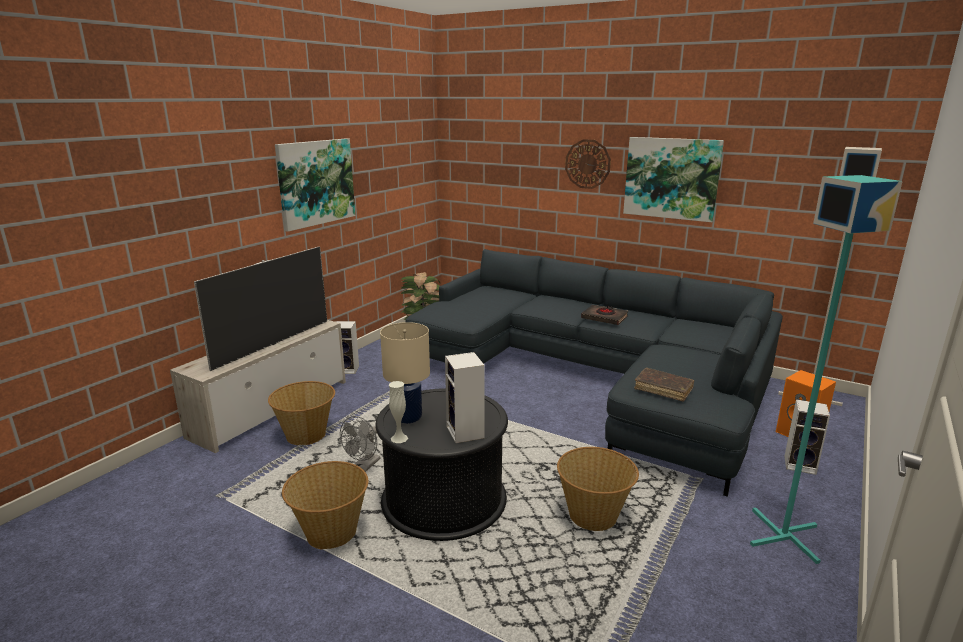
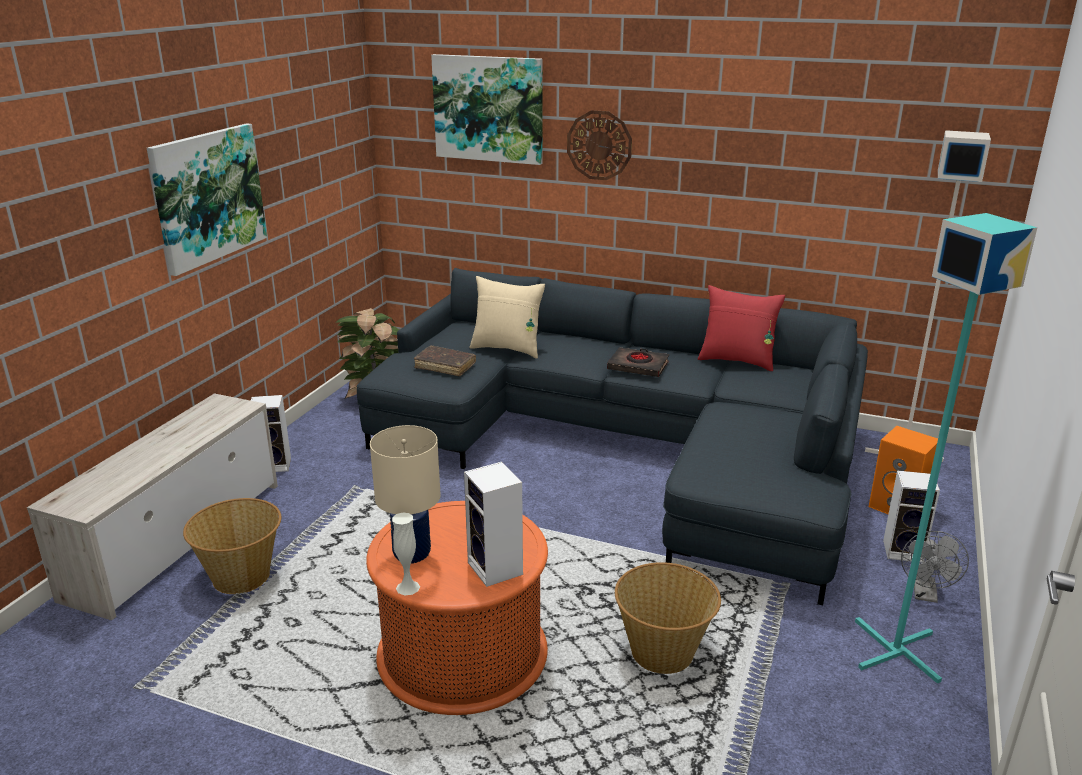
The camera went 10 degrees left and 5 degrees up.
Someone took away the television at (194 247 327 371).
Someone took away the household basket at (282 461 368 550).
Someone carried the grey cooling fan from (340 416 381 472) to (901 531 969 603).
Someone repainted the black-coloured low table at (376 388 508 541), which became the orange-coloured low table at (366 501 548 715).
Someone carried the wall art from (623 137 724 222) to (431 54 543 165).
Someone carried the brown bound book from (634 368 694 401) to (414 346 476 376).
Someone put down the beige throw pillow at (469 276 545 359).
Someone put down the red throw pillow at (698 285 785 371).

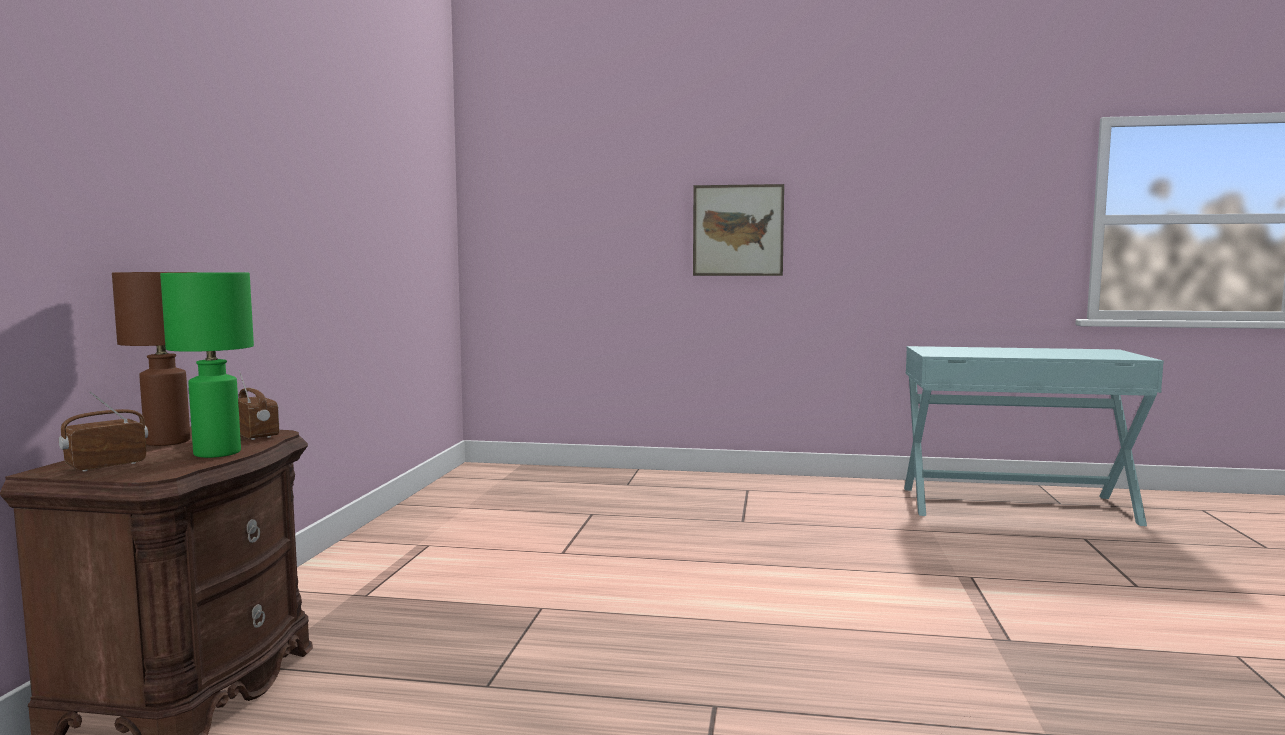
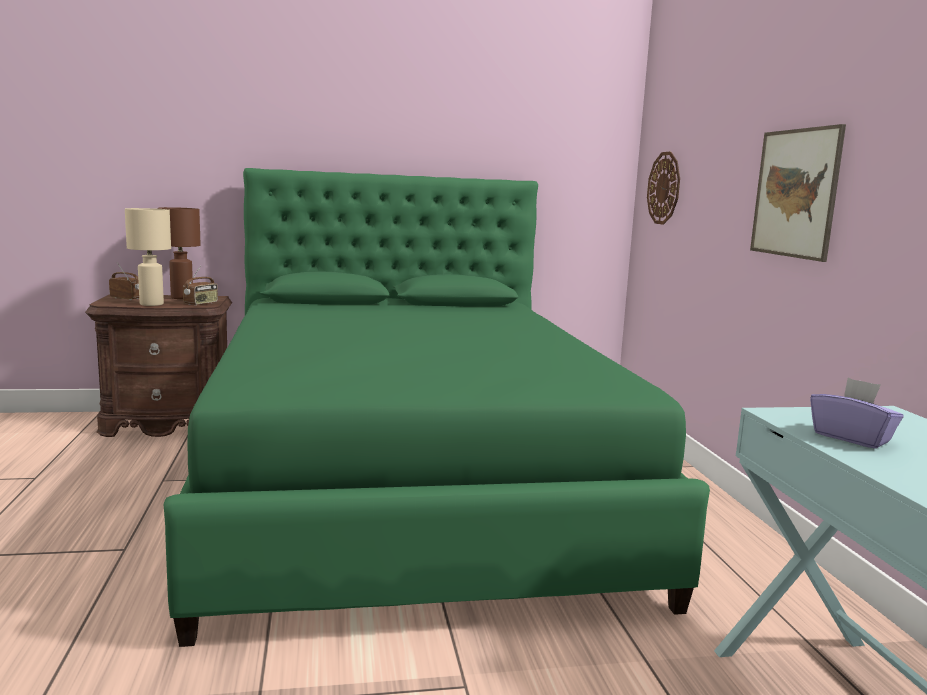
The camera went 70 degrees right and 5 degrees up.
Someone repainted the green table lamp at (160 272 254 458), which became the beige table lamp at (125 208 171 306).
Someone put down the green bedroom bed at (164 168 710 647).
Someone put up the hanging clock at (647 152 680 225).
Someone put down the purple box of tissues at (810 378 904 449).

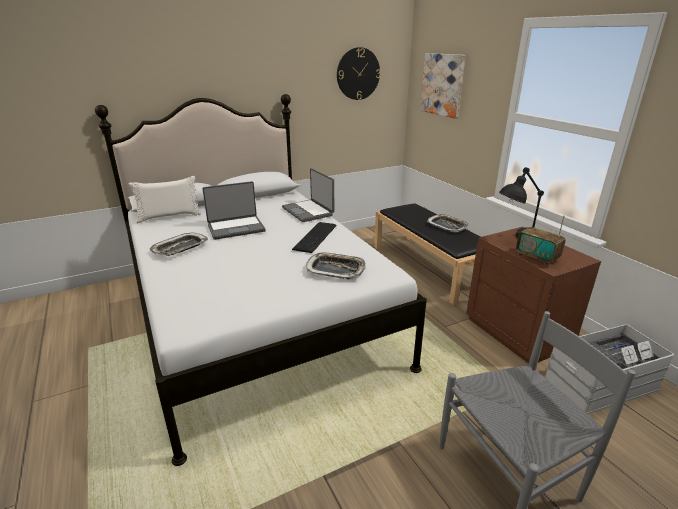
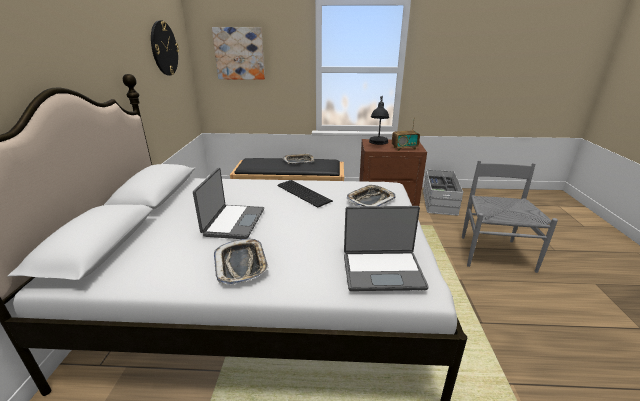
The camera went 60 degrees left and 0 degrees up.
Someone took away the white-coloured throw pillow at (129 176 201 224).
Someone carried the laptop from (282 168 334 222) to (344 206 429 291).

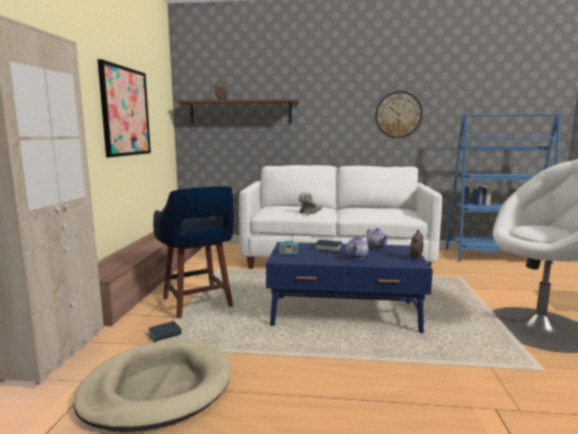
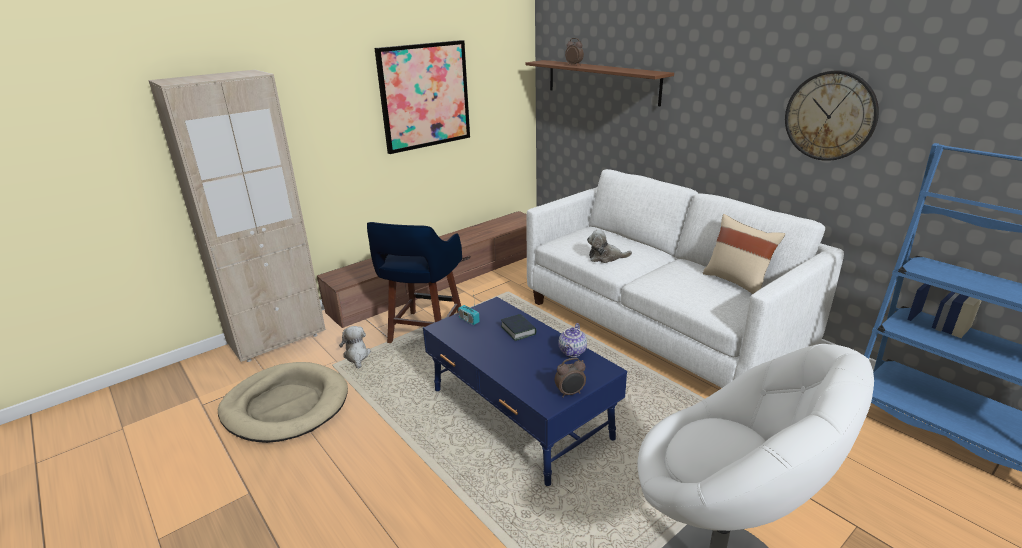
The camera went 45 degrees right and 15 degrees up.
Someone swapped the bound book at (148 321 182 343) for the cuddly toy at (339 326 371 369).
Someone took away the teapot at (346 236 368 259).
Someone put down the beige throw pillow at (703 214 785 294).

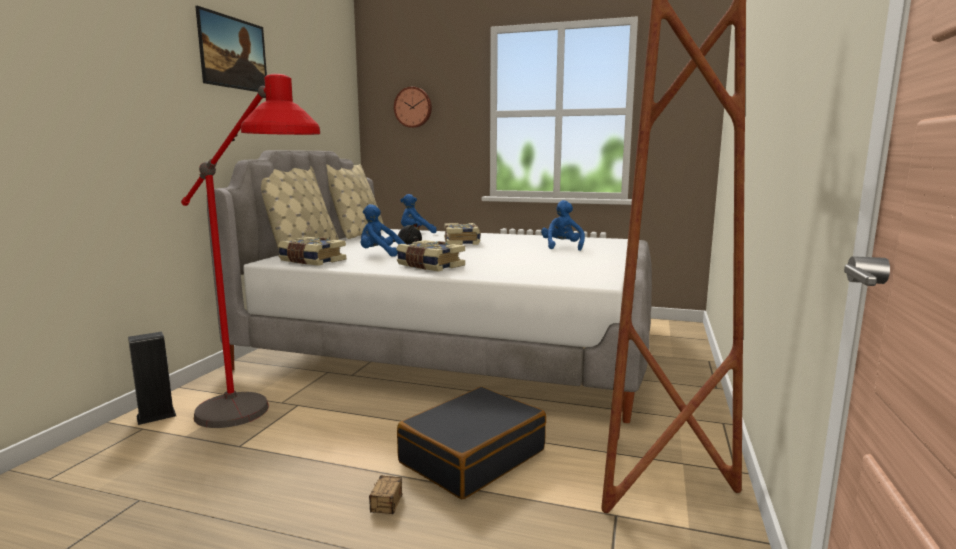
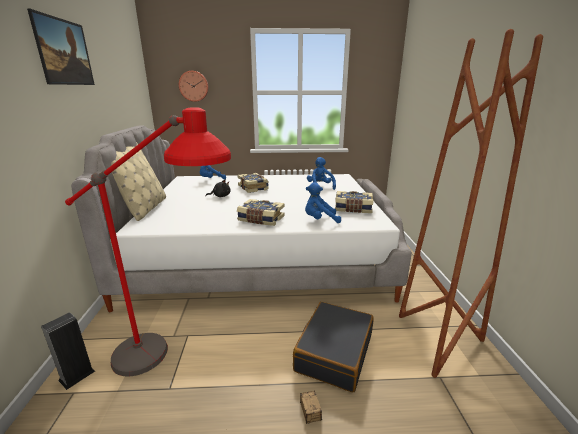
The camera went 20 degrees left and 10 degrees up.
Someone carried the bound book from (278 237 346 266) to (335 191 374 213).
Someone took away the beige throw pillow at (326 164 384 239).
Someone carried the bluish cuddly toy from (361 204 405 257) to (305 182 341 223).

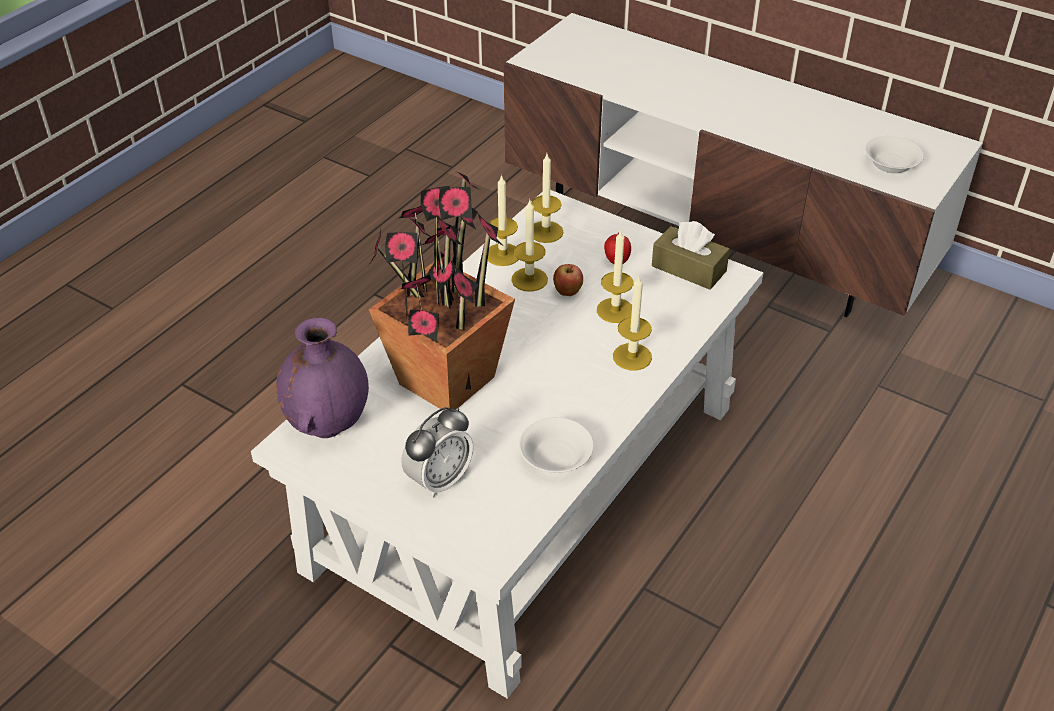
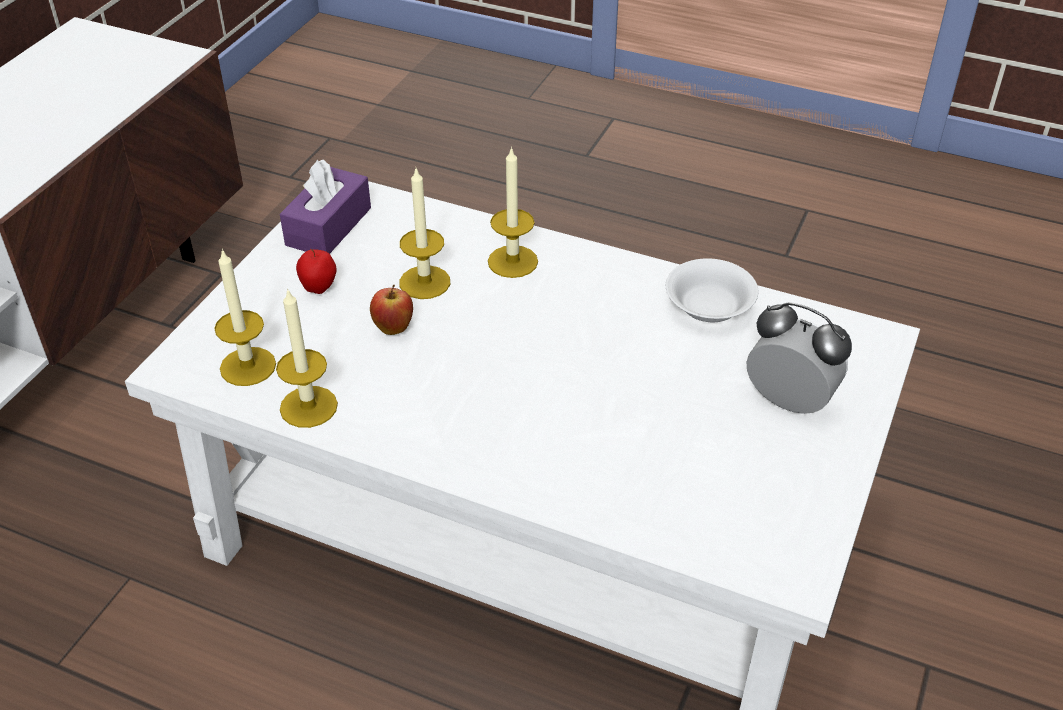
The camera went 100 degrees left and 0 degrees up.
Someone took away the purple decorative vase at (276 318 369 438).
Someone took away the potted plant at (369 165 515 411).
Someone took away the wax candle at (511 200 548 292).
Someone repainted the brown box of tissues at (652 221 730 290), which became the purple box of tissues at (280 160 371 254).
Someone took away the white-coloured deep dish at (865 136 924 173).

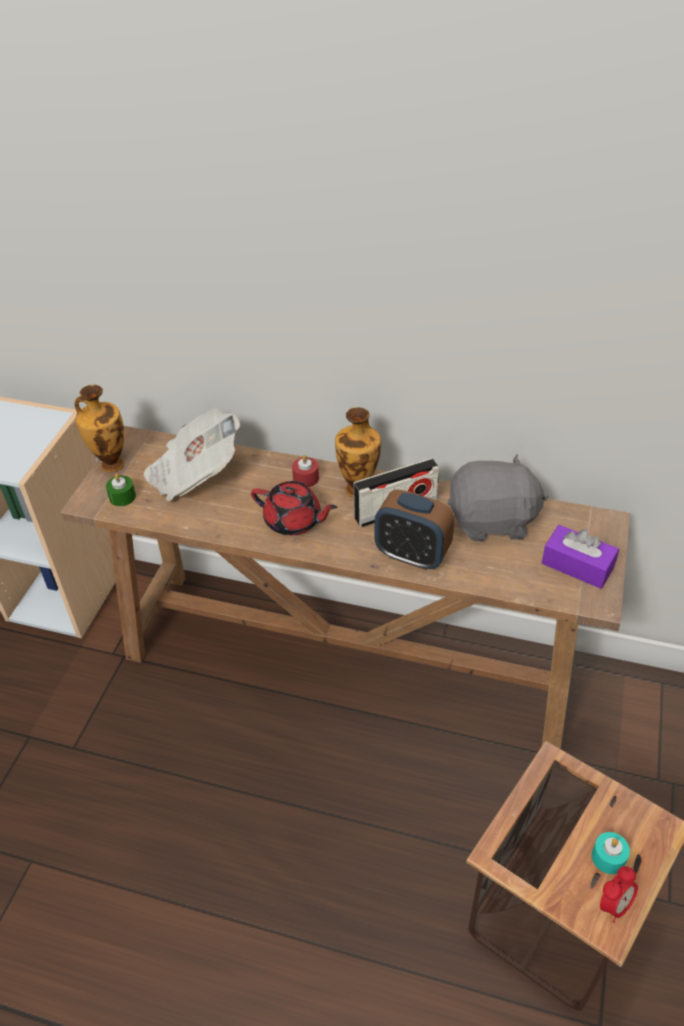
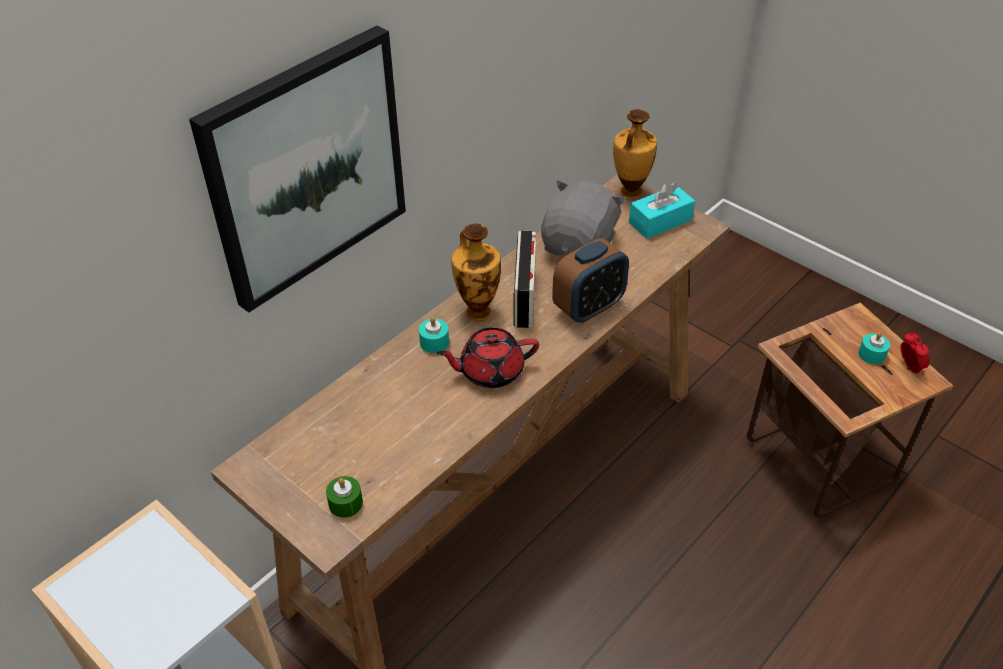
The camera went 65 degrees left and 0 degrees up.
Someone carried the decorative vase from (75 385 124 472) to (613 109 657 199).
Someone took away the newspaper at (144 408 240 501).
Someone rotated the red teapot at (251 481 337 535) by 150 degrees counterclockwise.
Someone repainted the red wax candle at (292 455 319 487), which became the turquoise wax candle at (419 317 449 353).
Someone repainted the purple box of tissues at (542 525 619 589), which became the turquoise box of tissues at (629 182 695 239).
Someone put up the wall art at (189 25 406 313).

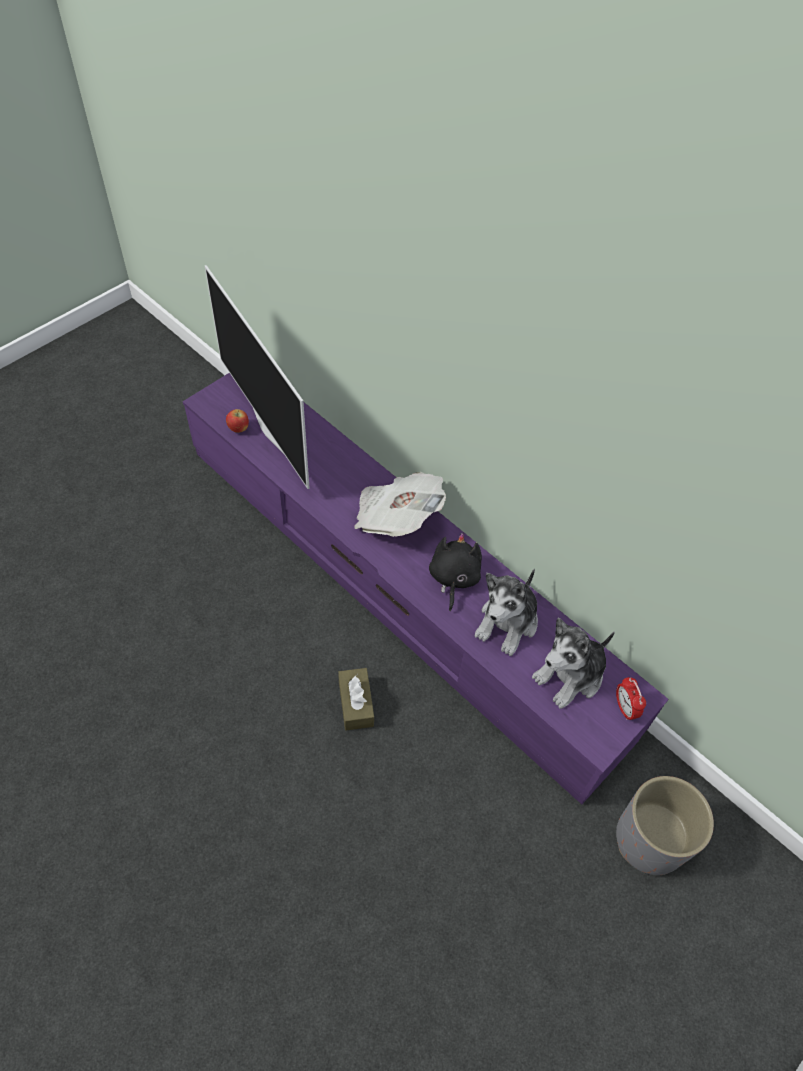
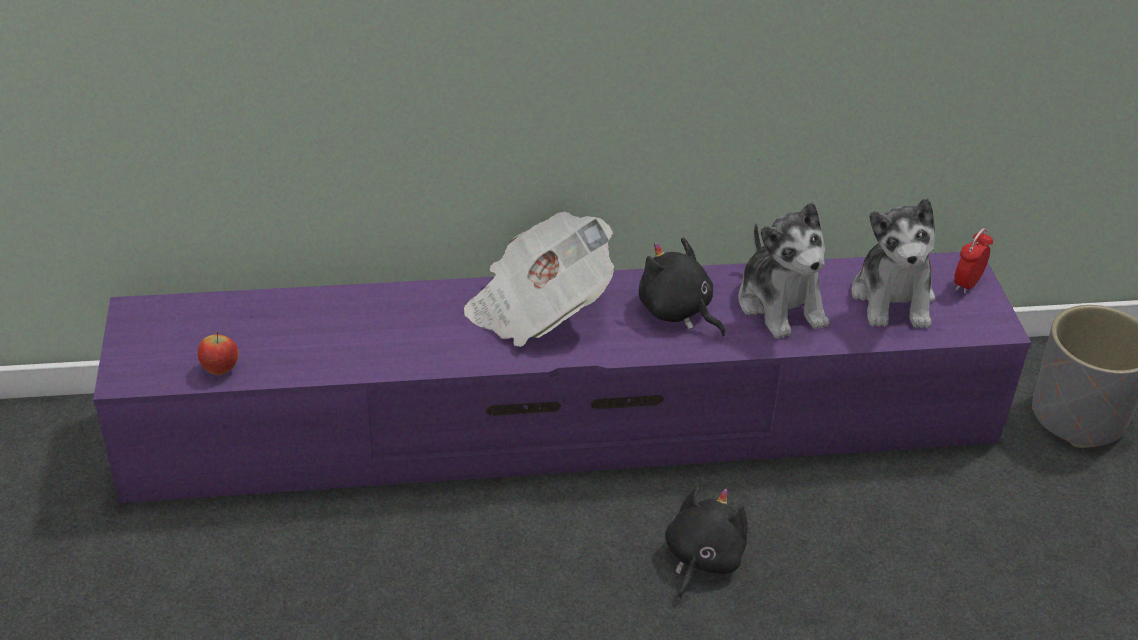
The camera went 50 degrees left and 15 degrees down.
Someone took away the television at (205 265 310 489).
Someone swapped the brown box of tissues at (338 668 374 730) for the black-coloured cuddly toy at (665 487 748 600).
Someone rotated the table clock at (616 677 646 720) by 105 degrees clockwise.

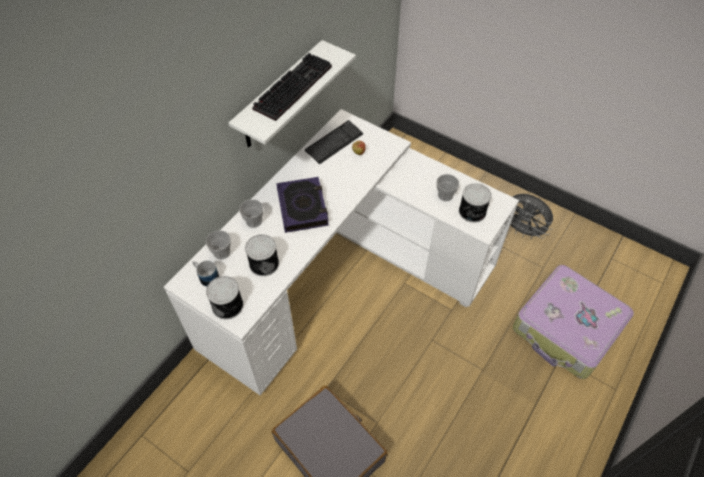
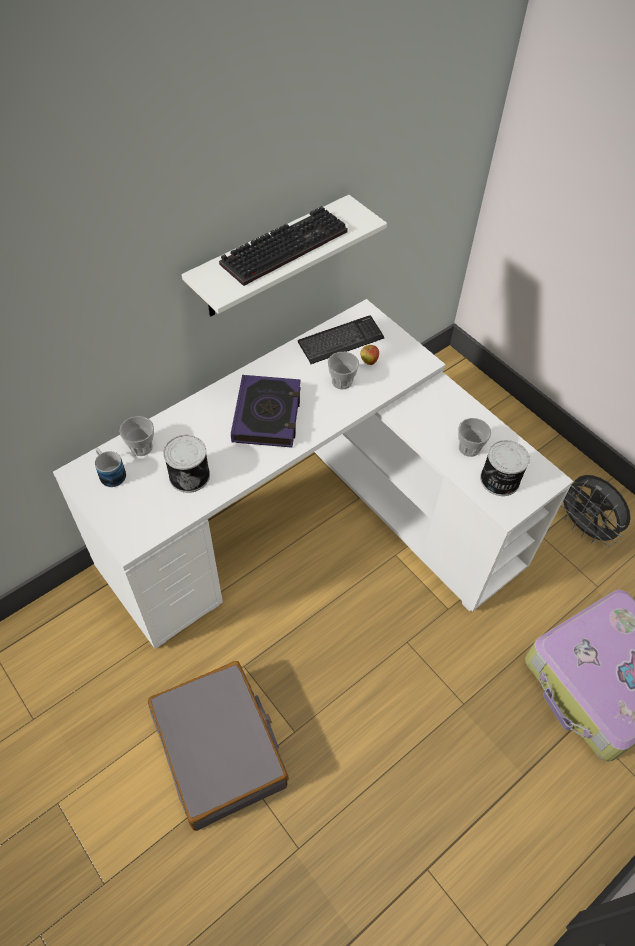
The camera went 15 degrees right and 0 degrees up.
Someone took away the sealed can at (206 276 243 319).
Someone carried the small cup from (239 199 263 228) to (328 352 359 390).

